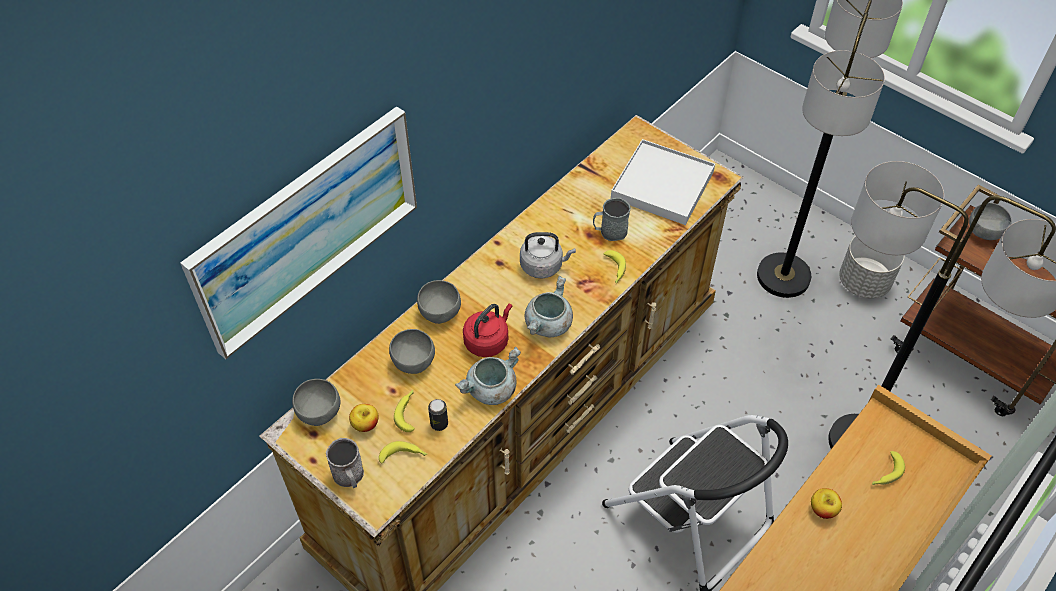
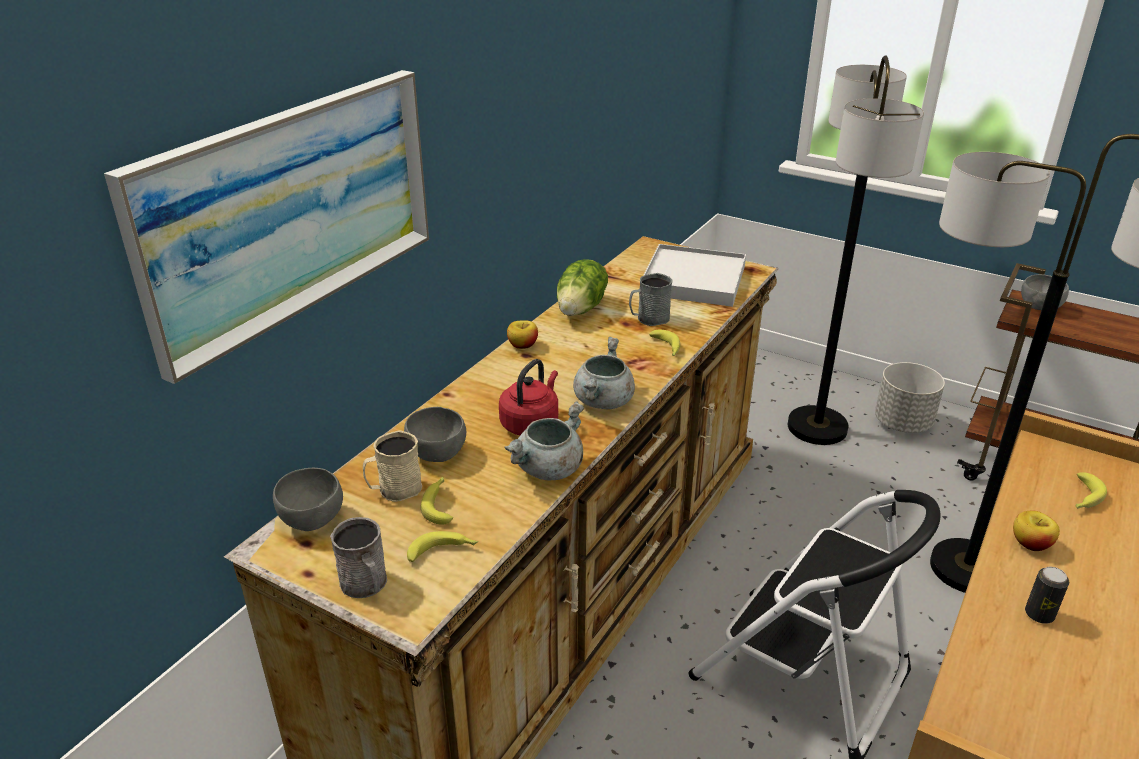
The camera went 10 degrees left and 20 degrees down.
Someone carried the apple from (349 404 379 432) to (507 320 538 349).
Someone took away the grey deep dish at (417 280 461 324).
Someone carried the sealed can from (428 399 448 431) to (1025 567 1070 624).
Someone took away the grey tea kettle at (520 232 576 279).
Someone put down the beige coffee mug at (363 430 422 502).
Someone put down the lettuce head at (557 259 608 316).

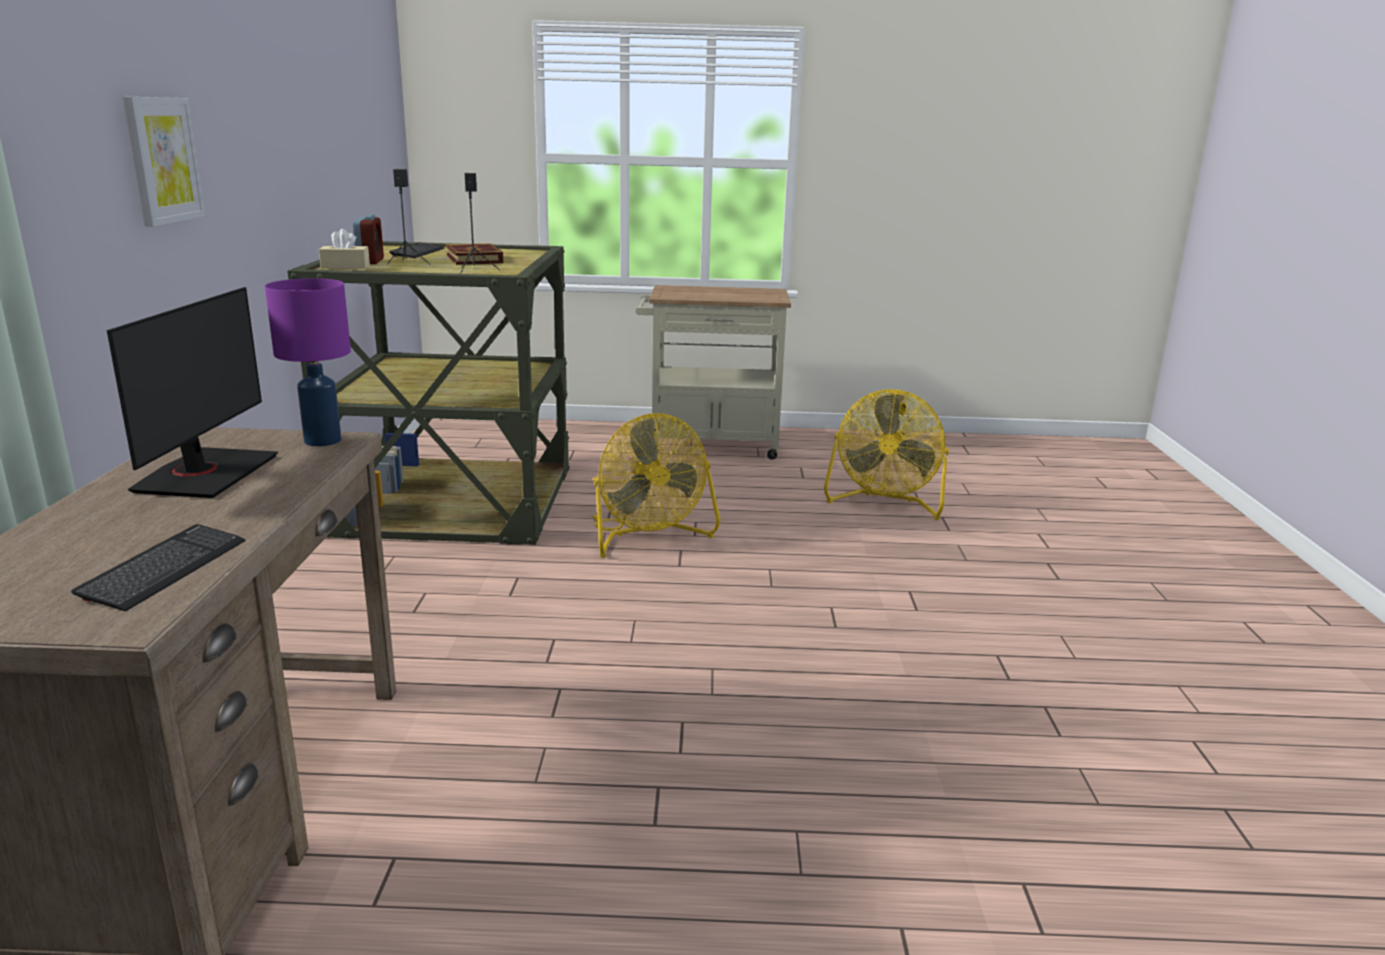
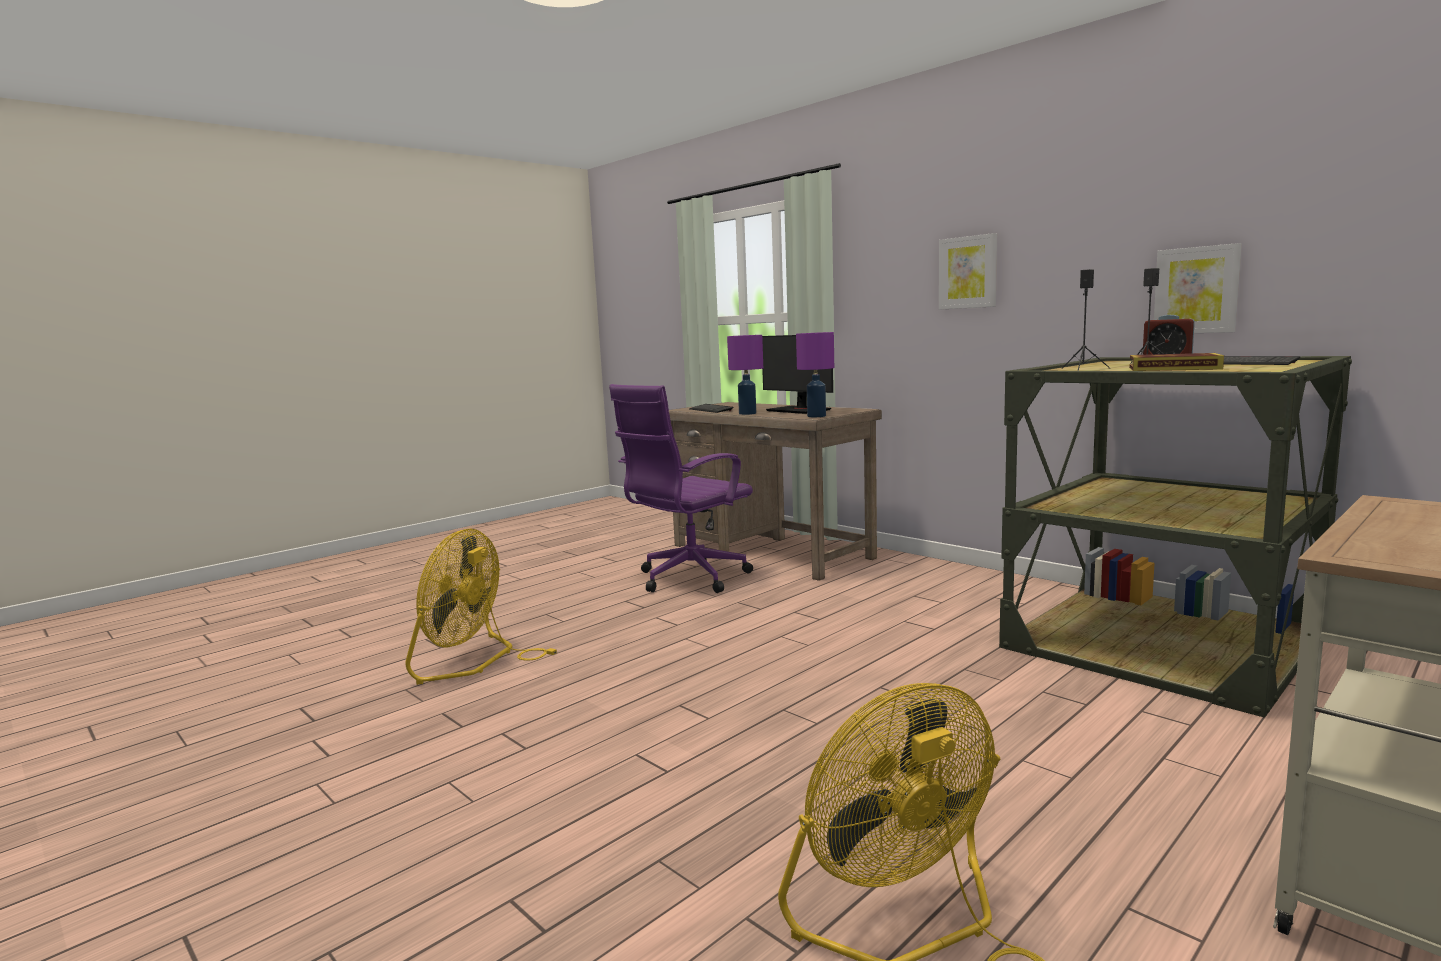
The camera went 135 degrees right and 10 degrees down.
Someone took away the beige box of tissues at (319 229 370 269).
Someone carried the yellow-coloured cooling fan from (593 413 720 558) to (405 529 557 685).
Someone put down the purple desk chair at (609 384 753 593).
Someone put down the purple table lamp at (727 335 763 415).
Someone put up the wall art at (1154 243 1242 333).

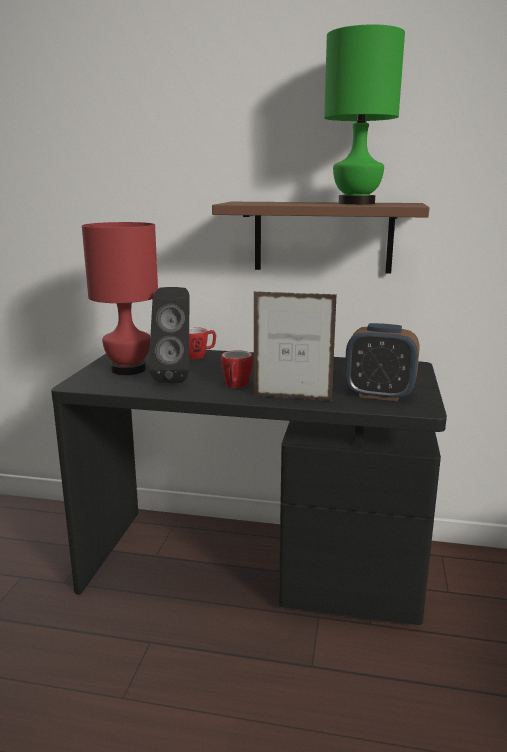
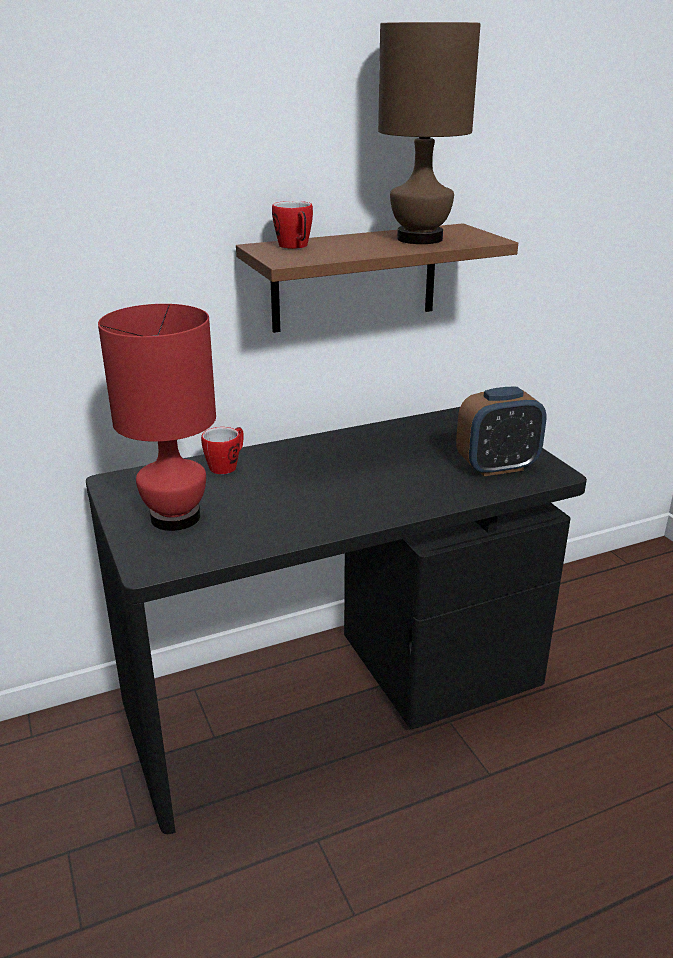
The camera went 35 degrees left and 10 degrees up.
Someone took away the black-coloured speaker at (149 287 189 383).
Someone carried the coffee mug from (221 350 253 388) to (272 201 313 249).
Someone took away the photo frame at (254 291 337 401).
Someone repainted the green table lamp at (324 24 405 204), which became the brown table lamp at (378 22 481 244).

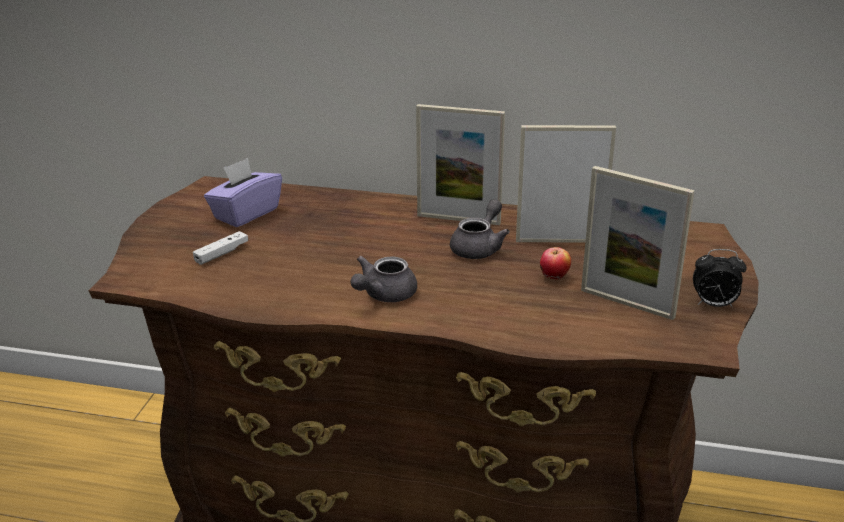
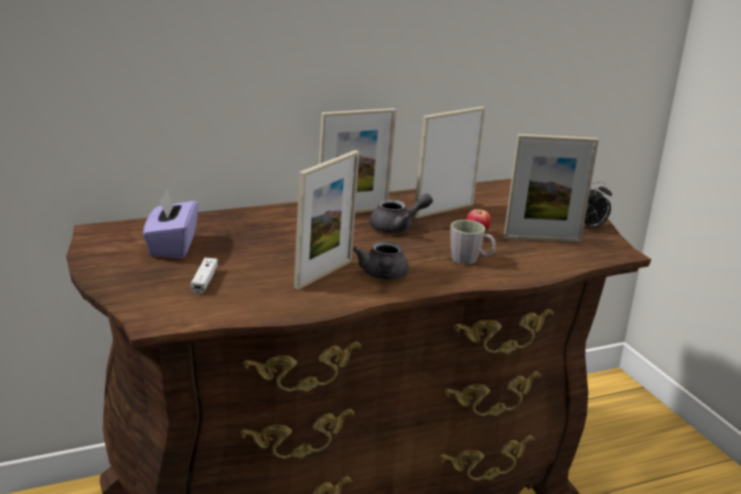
The camera went 40 degrees left and 5 degrees down.
Someone rotated the grey teapot at (450 199 510 259) by 75 degrees clockwise.
Someone put down the photo frame at (294 150 360 290).
Someone put down the grey coffee mug at (450 220 496 264).

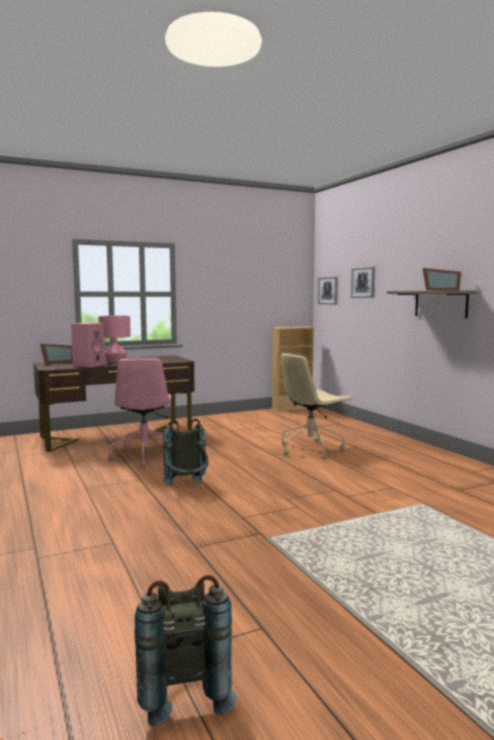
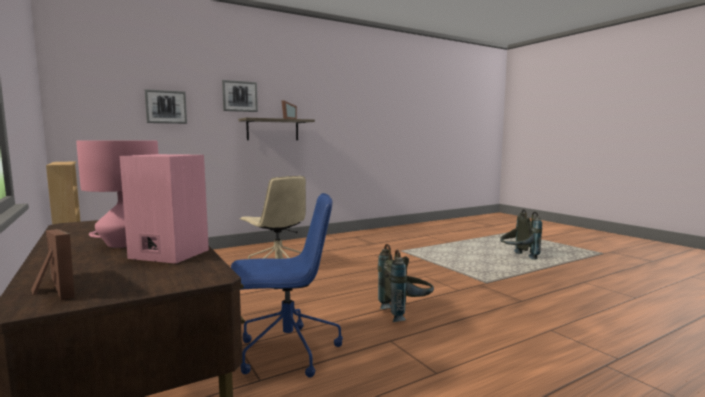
The camera went 95 degrees left and 0 degrees up.
Someone repainted the pink desk chair at (108 357 171 467), which became the bluish desk chair at (231 193 343 377).
Someone carried the grey backpack from (135 575 237 726) to (500 209 542 260).
Someone carried the wall art from (318 276 338 305) to (222 80 258 112).

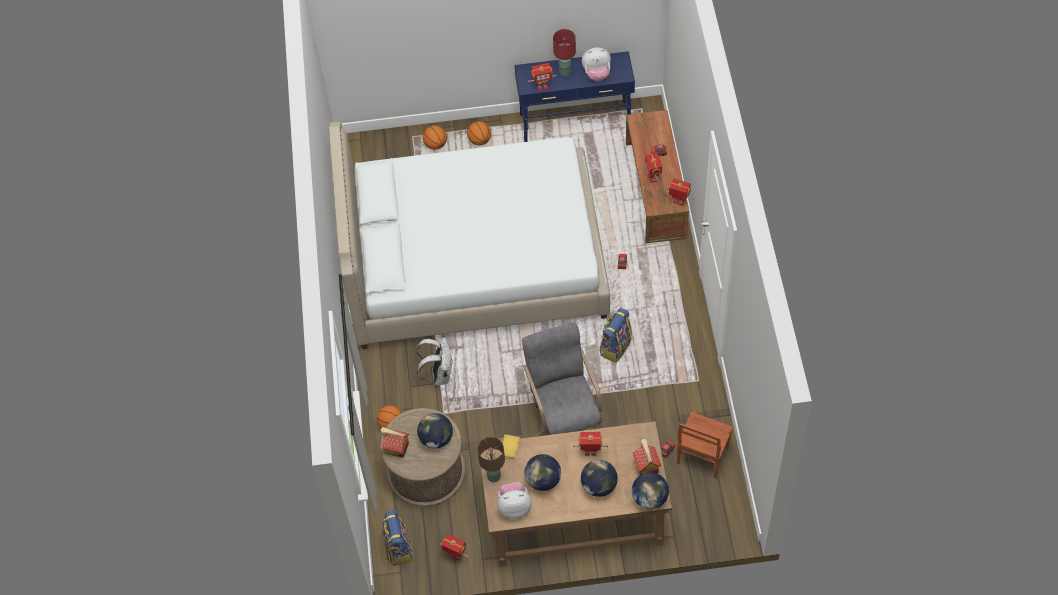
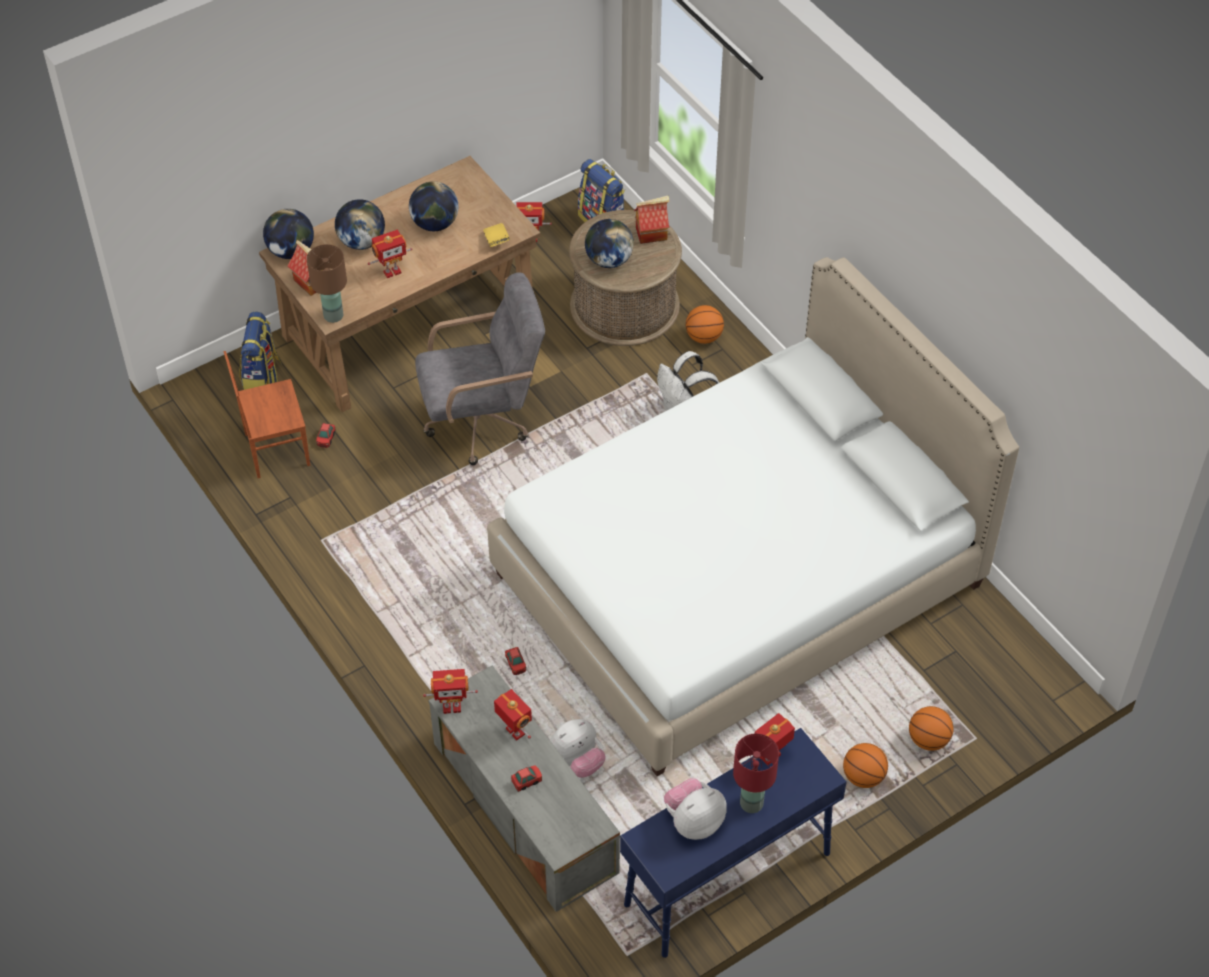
The camera went 150 degrees right and 5 degrees down.
Someone carried the brown table lamp from (477 437 505 482) to (307 244 347 323).
Someone carried the cuddly toy from (497 482 532 519) to (550 719 606 778).
Someone rotated the grey desk chair at (522 322 603 437) by 60 degrees counterclockwise.
Someone carried the backpack from (600 308 632 363) to (239 312 282 390).
Someone repainted the brown bench at (626 110 689 243), which became the grey bench at (428 665 620 912).
Someone rotated the brown plain chair at (677 412 733 478) by 105 degrees counterclockwise.

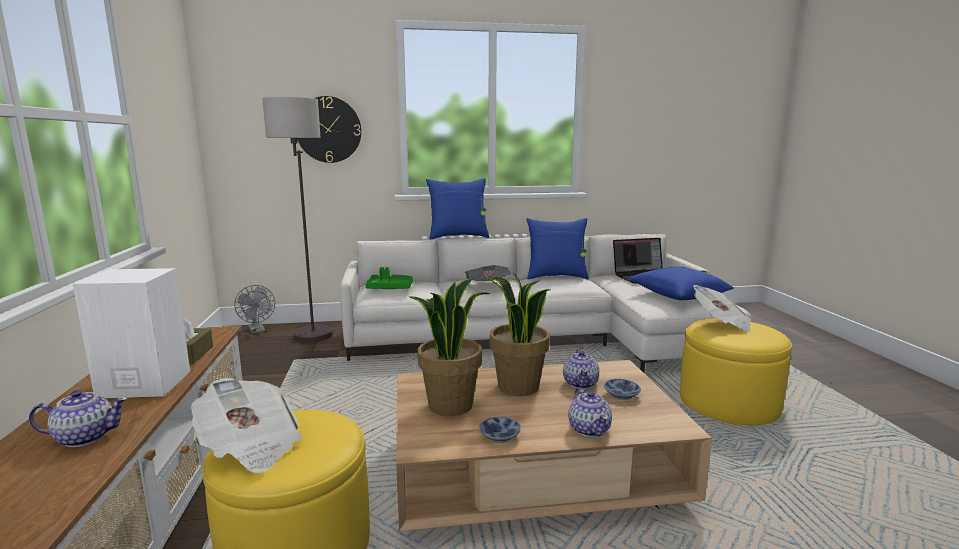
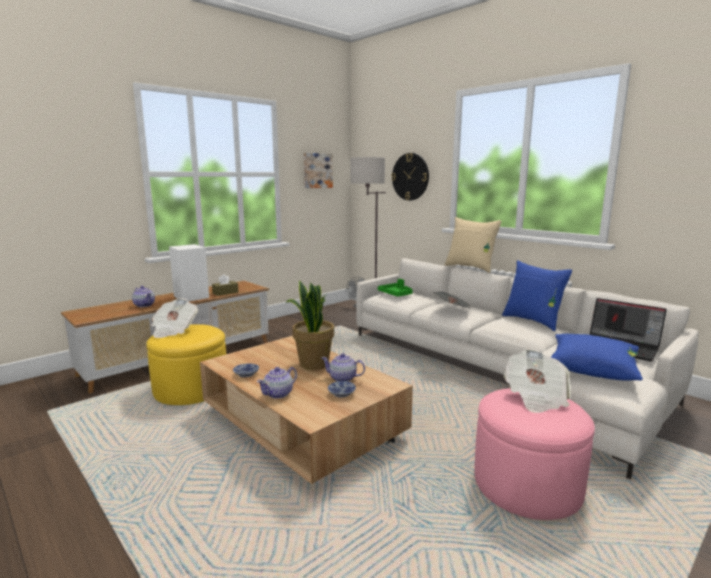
The camera went 55 degrees right and 0 degrees up.
Someone took away the potted plant at (409 278 490 416).
Someone repainted the bluish throw pillow at (426 178 489 240), which became the beige throw pillow at (445 217 502 273).
Someone rotated the teapot at (563 349 599 389) by 45 degrees clockwise.
Someone repainted the yellow-coloured footrest at (680 318 792 425), which became the pink footrest at (474 388 595 520).
Someone put up the wall art at (304 153 333 188).

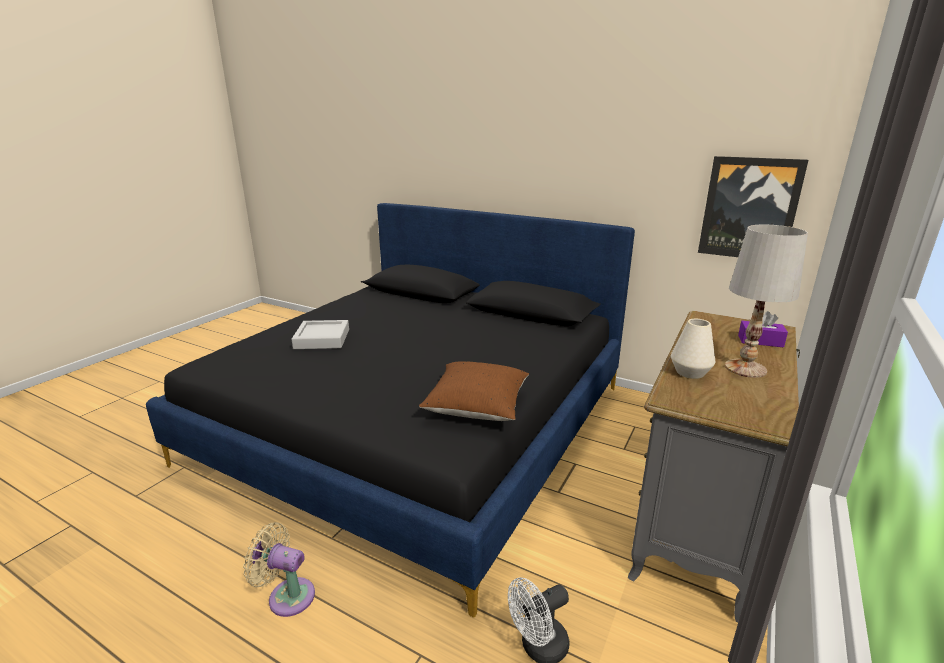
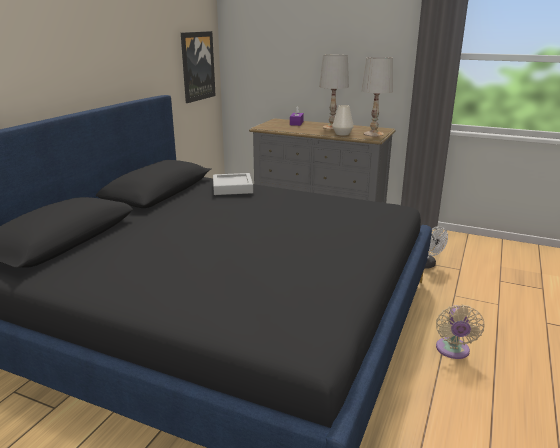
The camera went 95 degrees left and 0 degrees up.
Someone carried the grey serving tray from (292 320 349 349) to (213 173 253 195).
Someone took away the brown throw pillow at (419 361 529 421).
Someone put down the white-coloured table lamp at (361 57 393 137).

